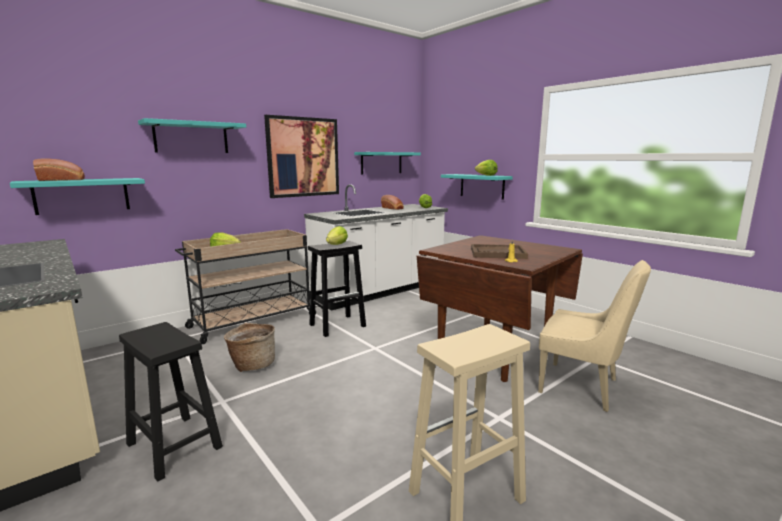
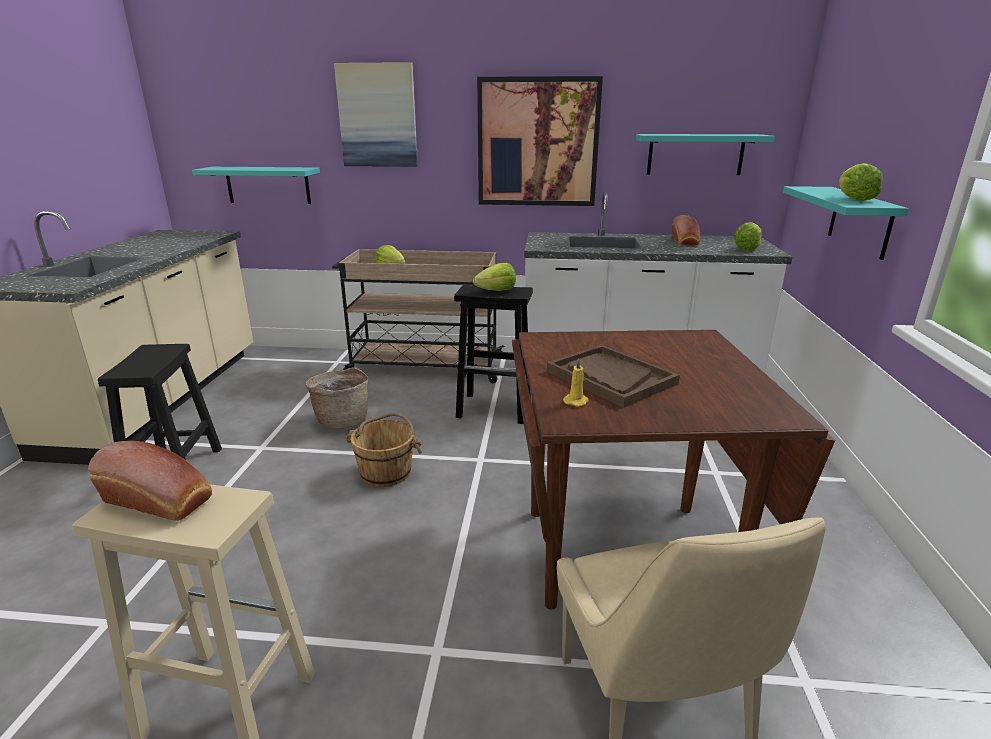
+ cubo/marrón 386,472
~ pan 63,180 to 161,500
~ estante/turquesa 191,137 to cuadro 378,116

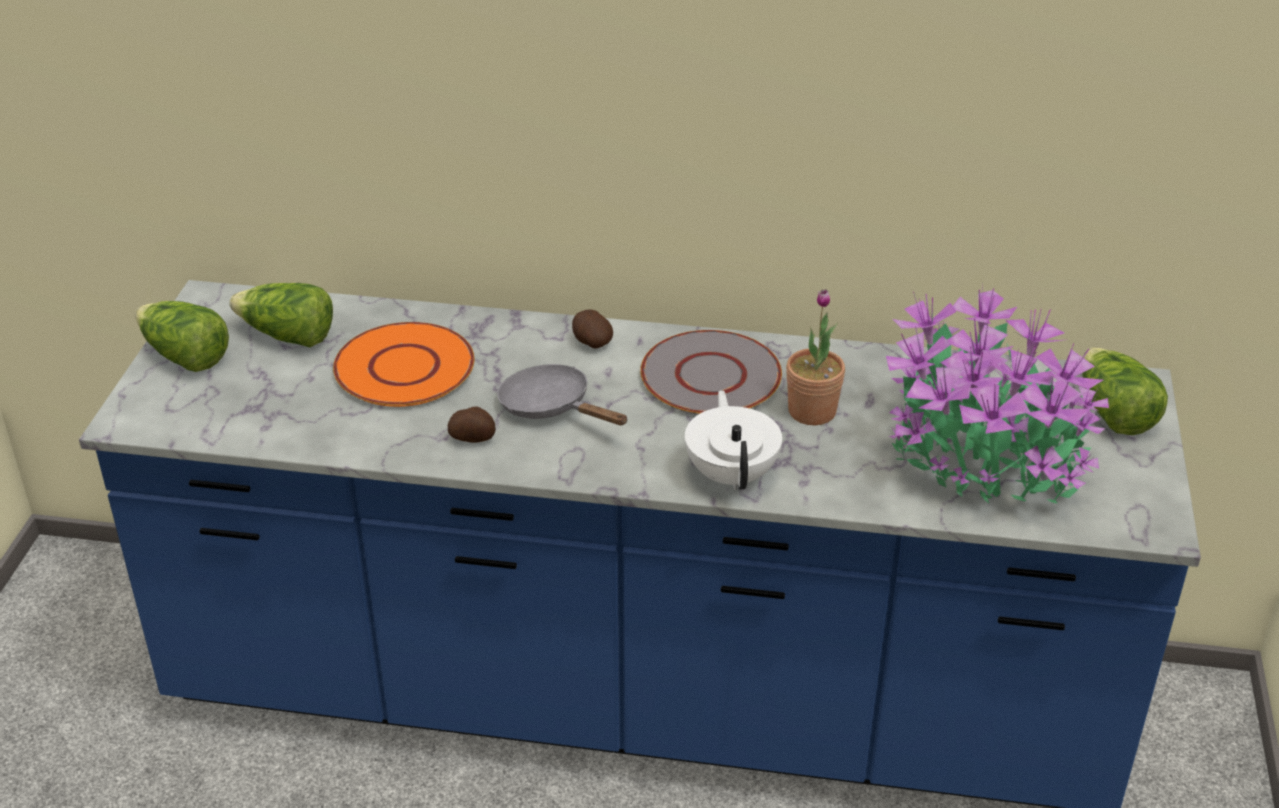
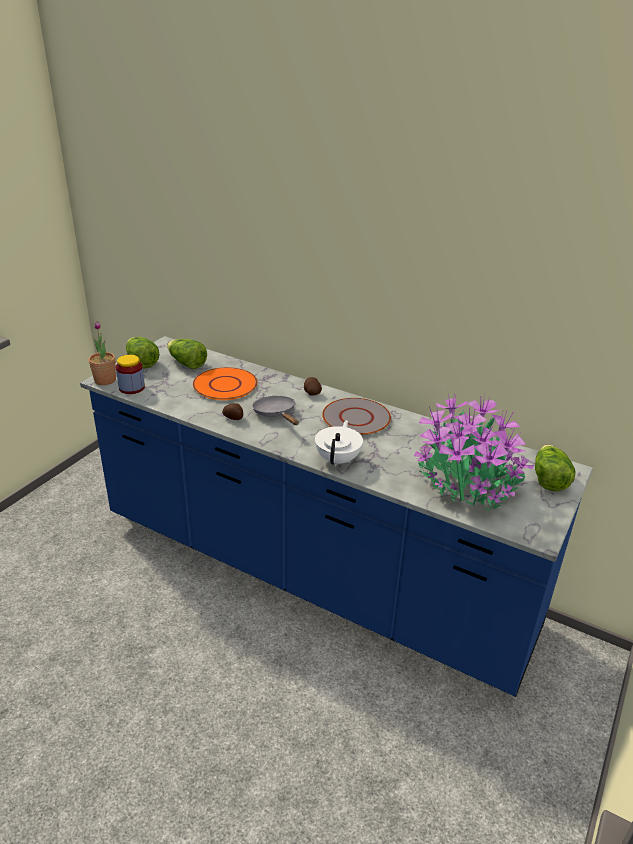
+ tarro 132,388
~ planta en maceta 812,411 to 105,380

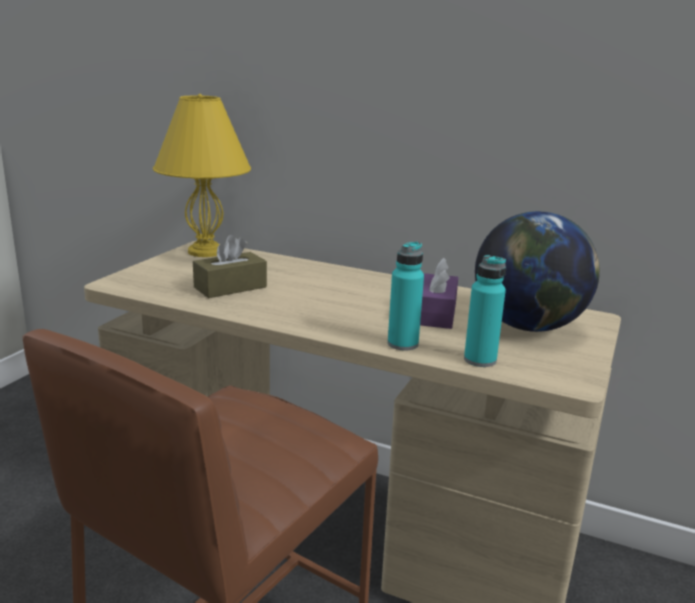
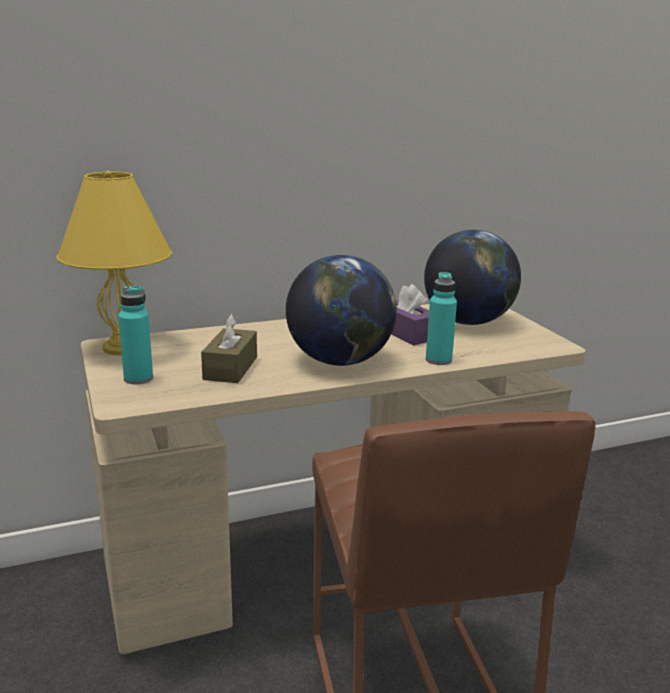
+ globo terráqueo 340,361
~ botella/turquesa 480,360 to 138,379

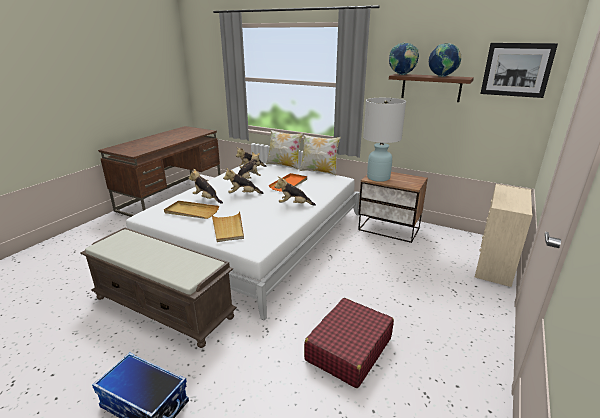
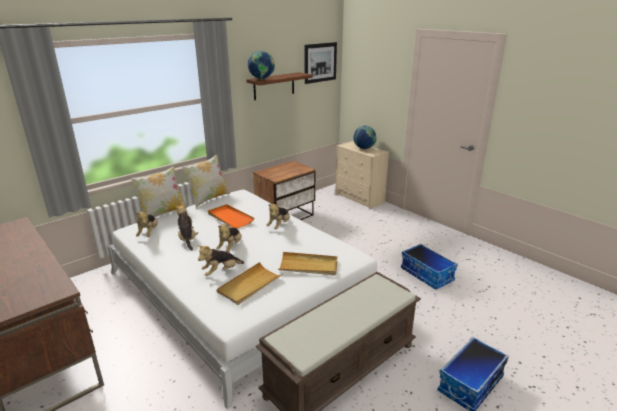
- lámpara de mesa/blanco 378,177
~ globo terráqueo 442,76 to 364,148
~ maleta/rojo 348,349 to caja de almacenaje 427,274

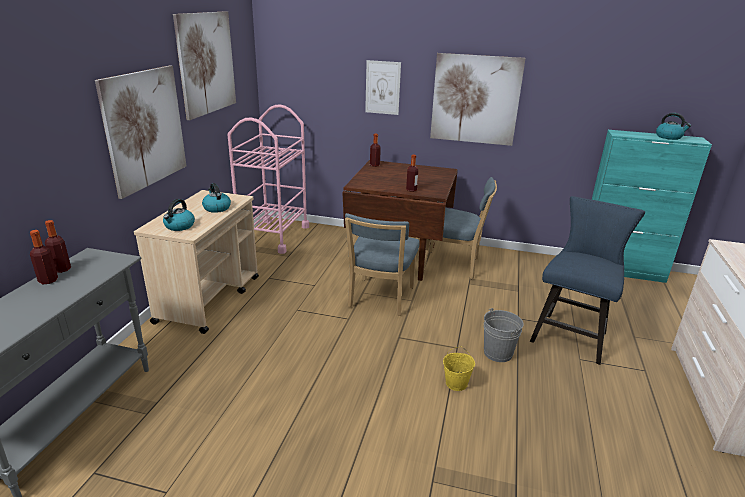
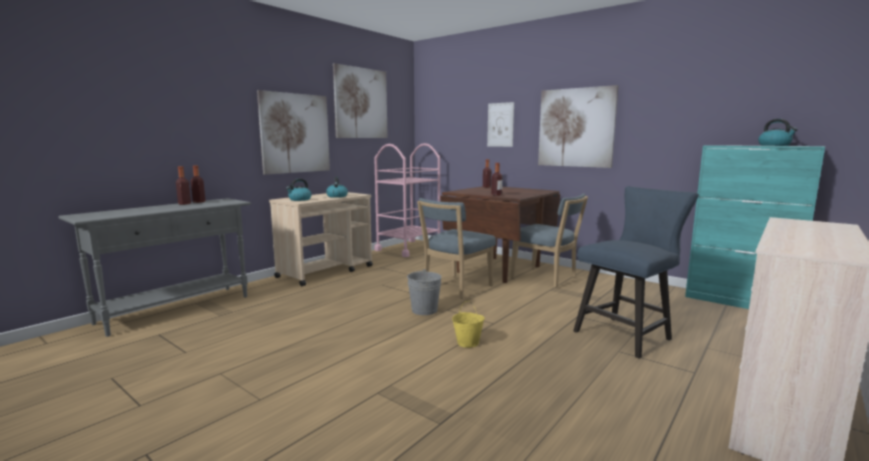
~ cubo/gris 498,353 to 424,310

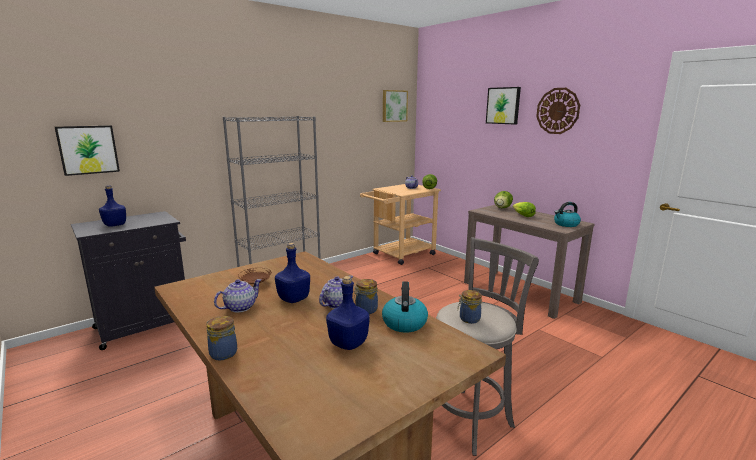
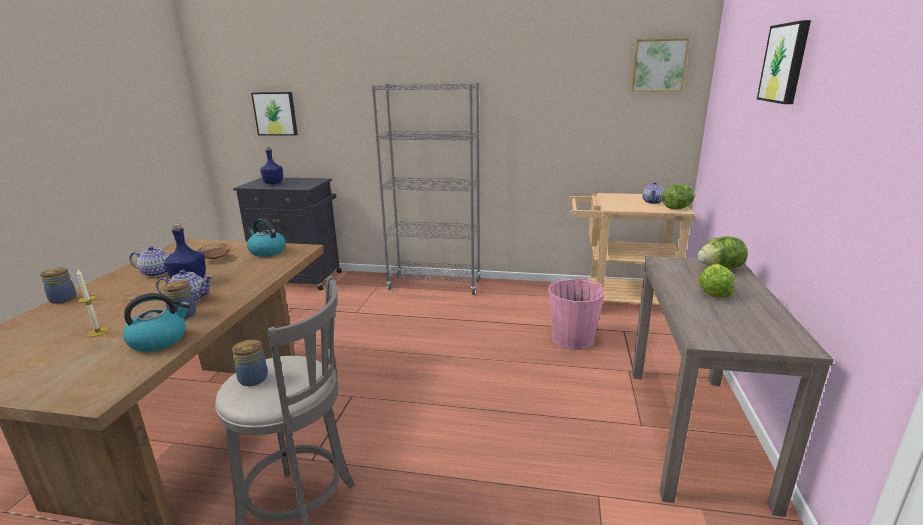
- reloj de pared 557,111
+ cubo/rosa 573,339
~ hervidor 566,224 to 267,251
~ botella/azul 347,343 to vela 98,332

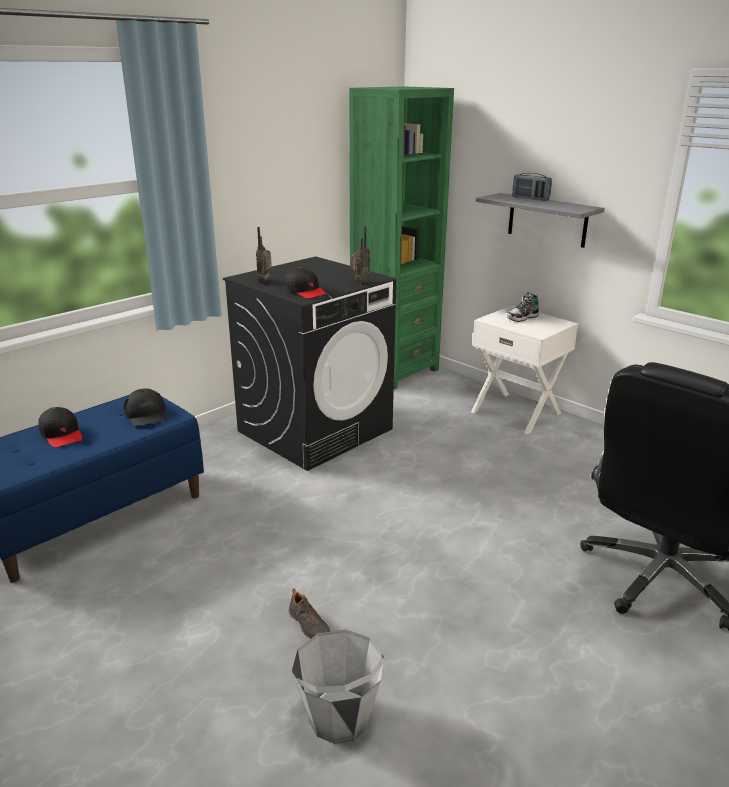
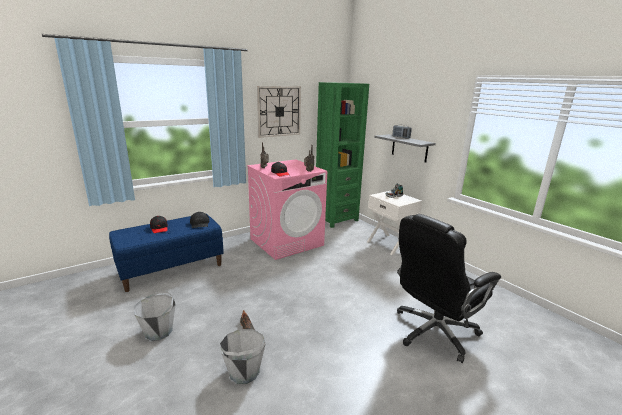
+ cubo/gris 159,331
+ reloj de pared 279,111
~ lavadora/negro 315,430 to lavadora/rosa 287,242

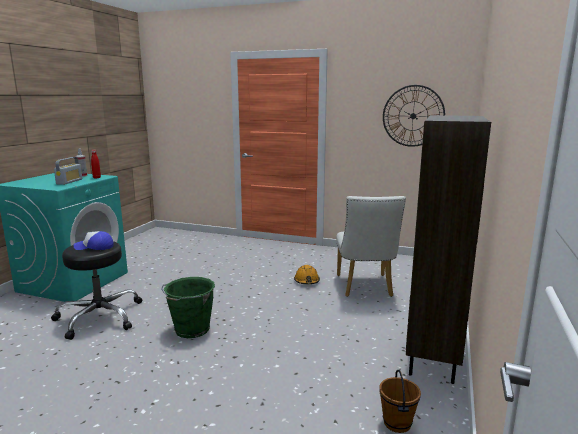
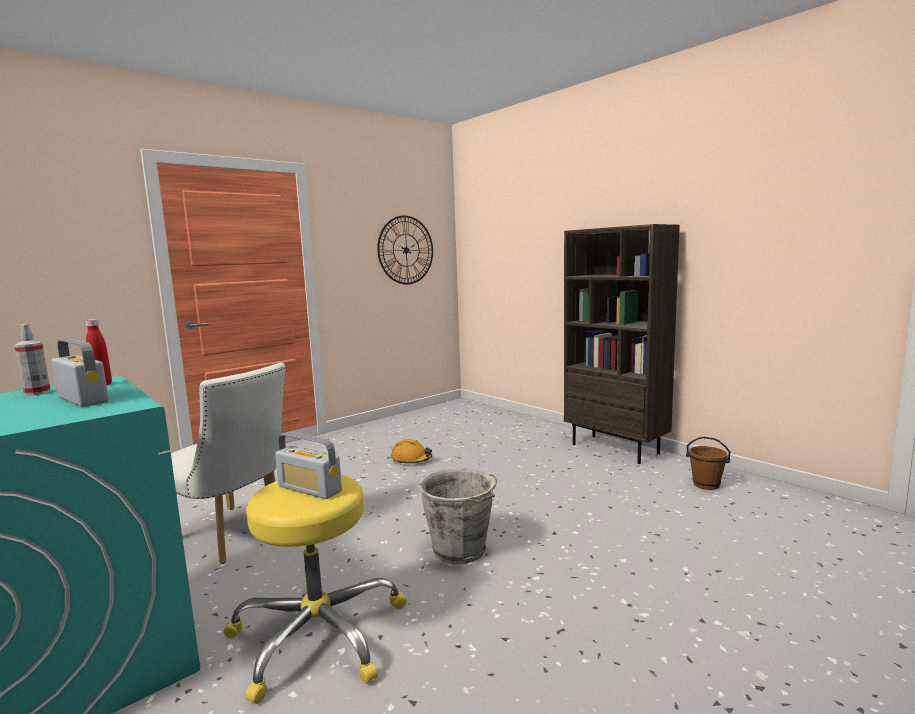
~ silla/blanco 365,287 to 231,537
~ gorra 94,247 to radio 309,489
~ taburete/negro 99,317 to taburete/amarillo 317,635
~ cubo/verde 191,330 to cubo/gris 460,551

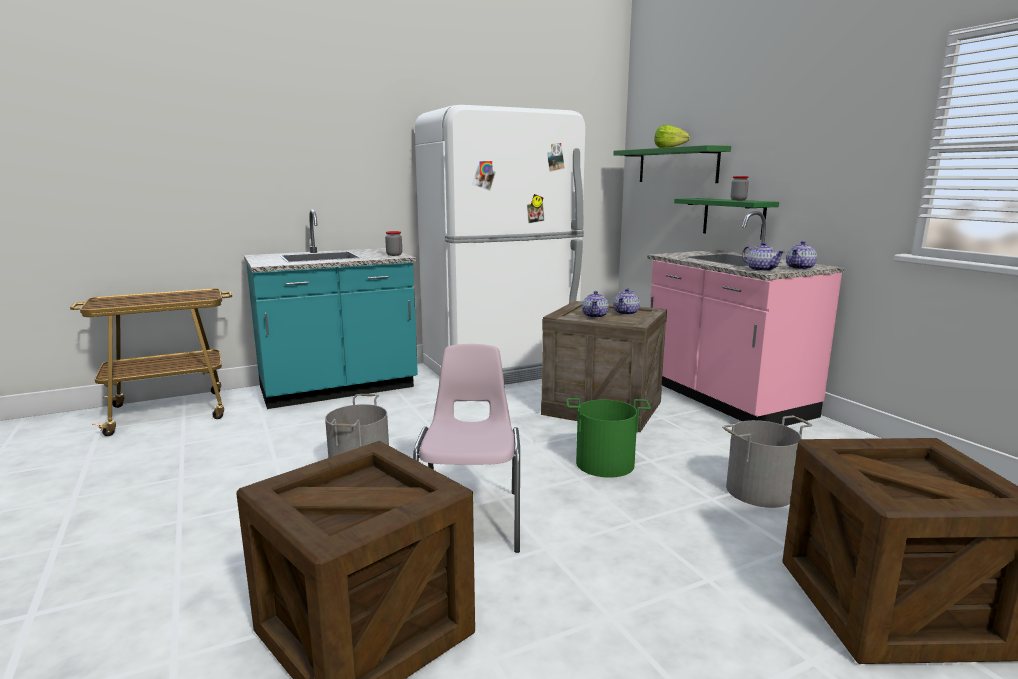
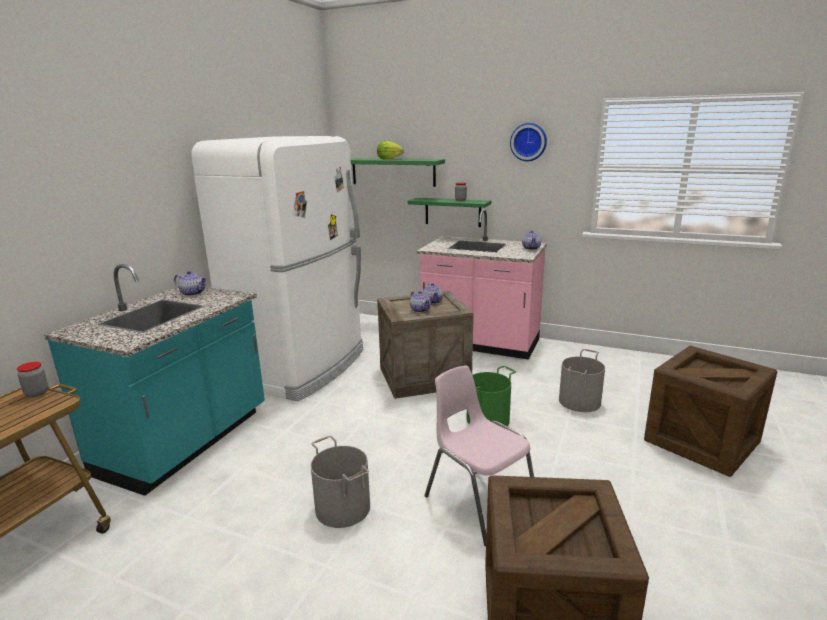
+ reloj de pared 528,142
~ tarro 394,255 to 37,393
~ tetera 761,270 to 192,293

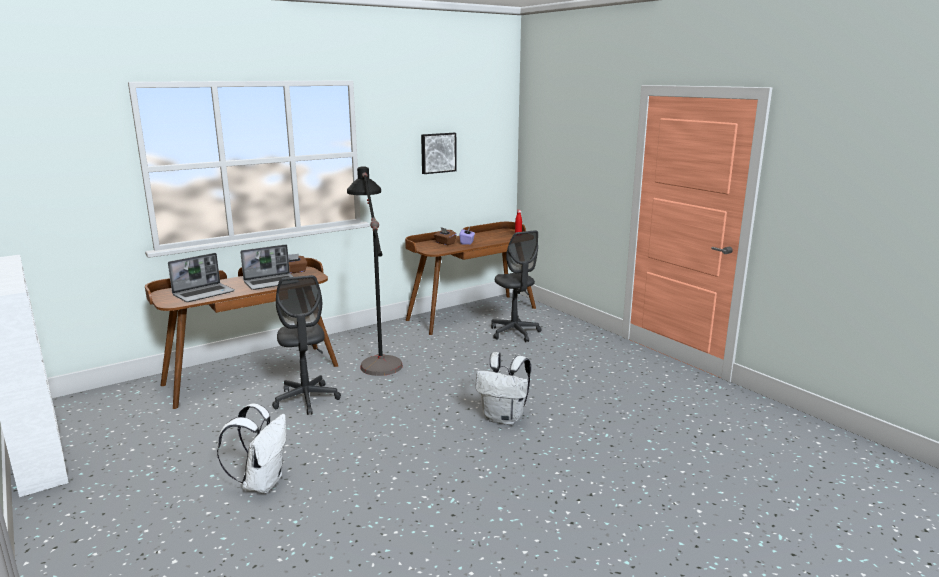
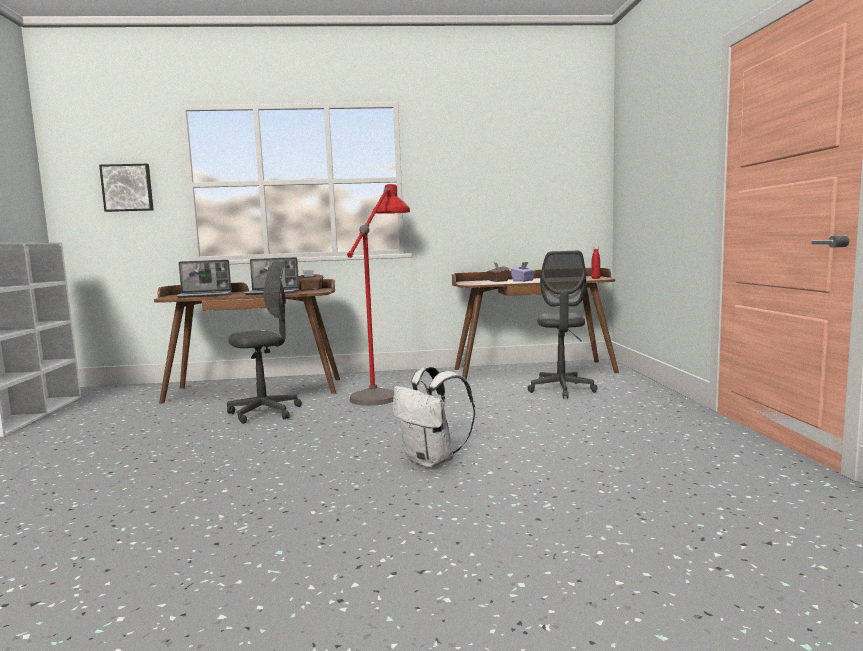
- mochila/blanco 262,483
~ cuadro 438,153 to 127,188
~ lámpara de pie/negro 377,354 to lámpara de pie/rojo 385,390
~ silla de oficina/gris 306,399 = 265,413 135 degrees counterclockwise

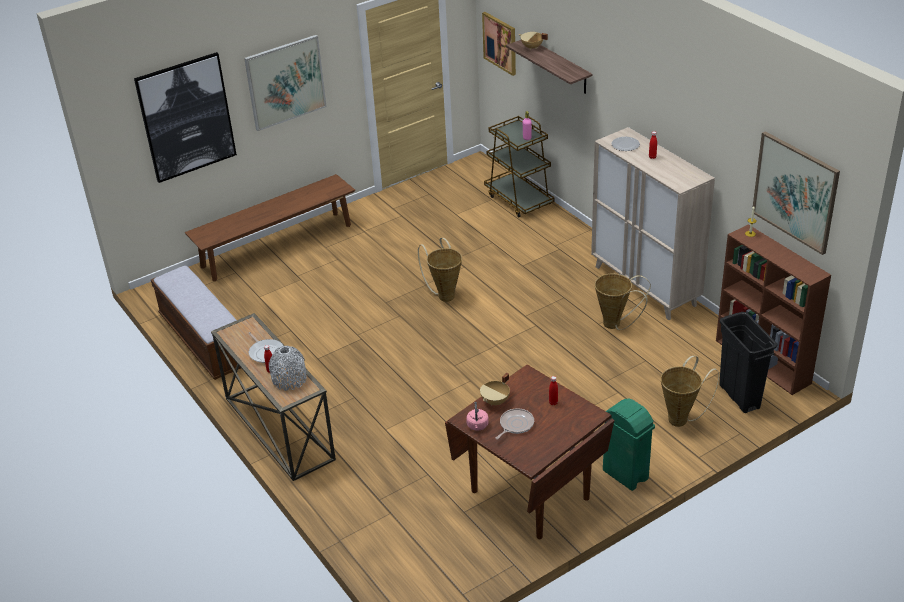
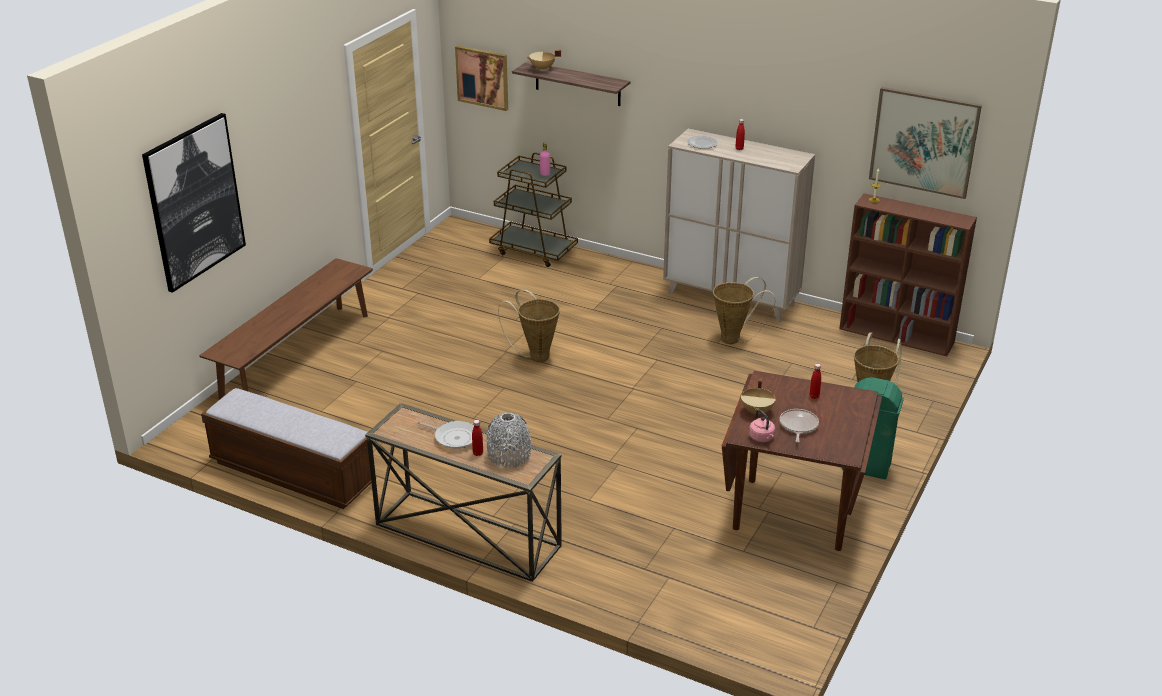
- cuadro 285,82
- papelera/negro 739,396

